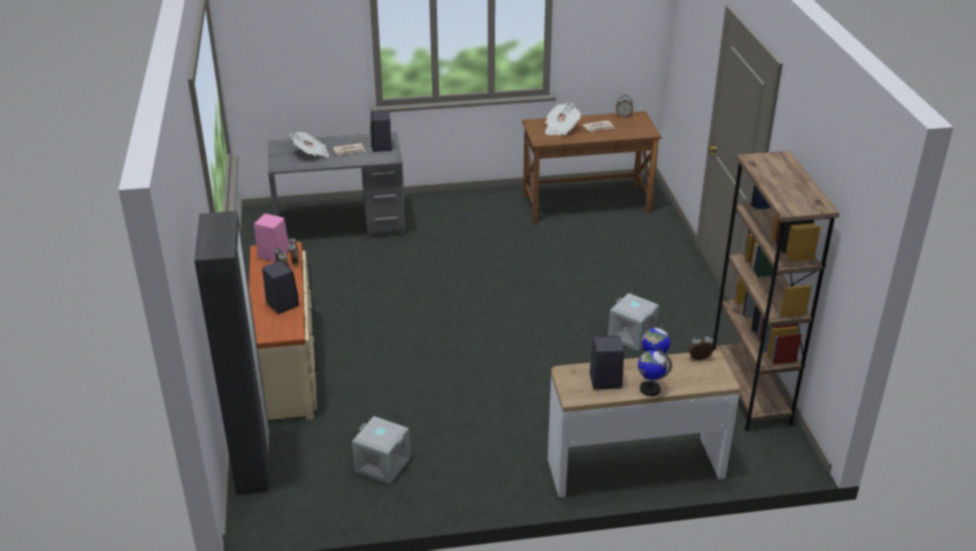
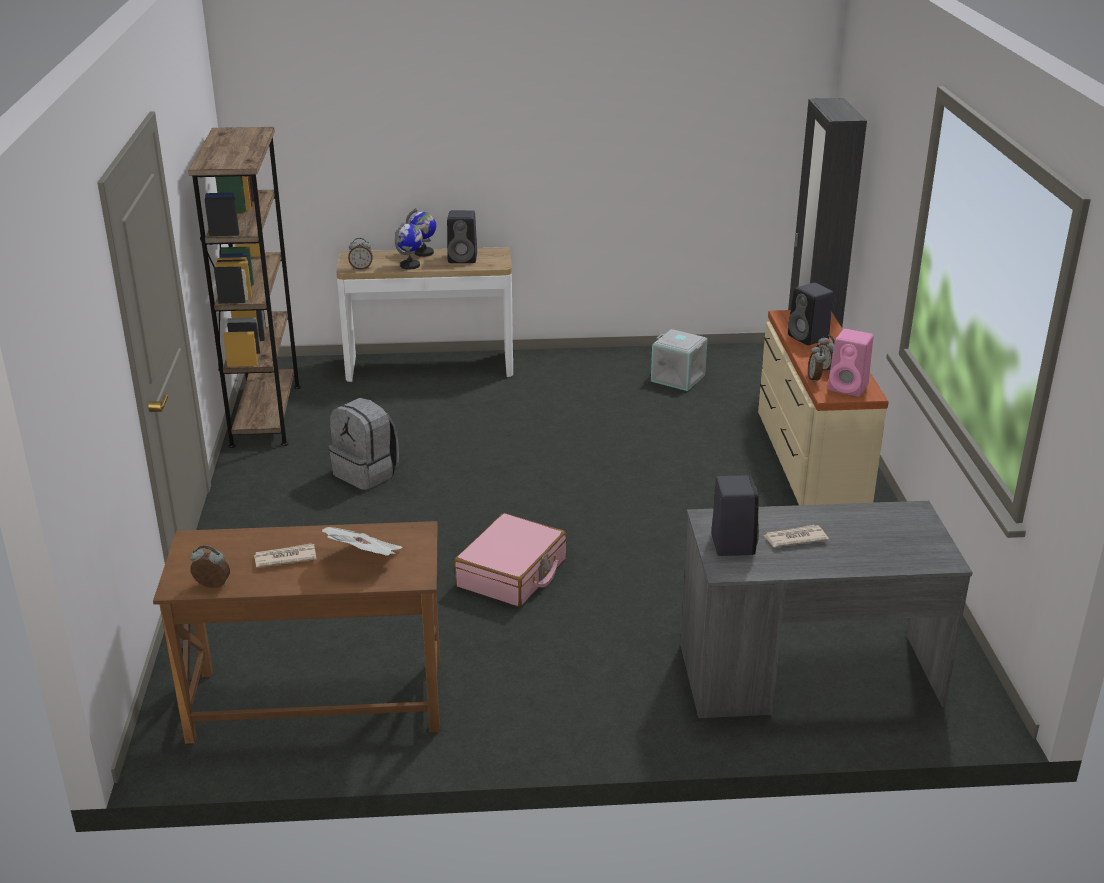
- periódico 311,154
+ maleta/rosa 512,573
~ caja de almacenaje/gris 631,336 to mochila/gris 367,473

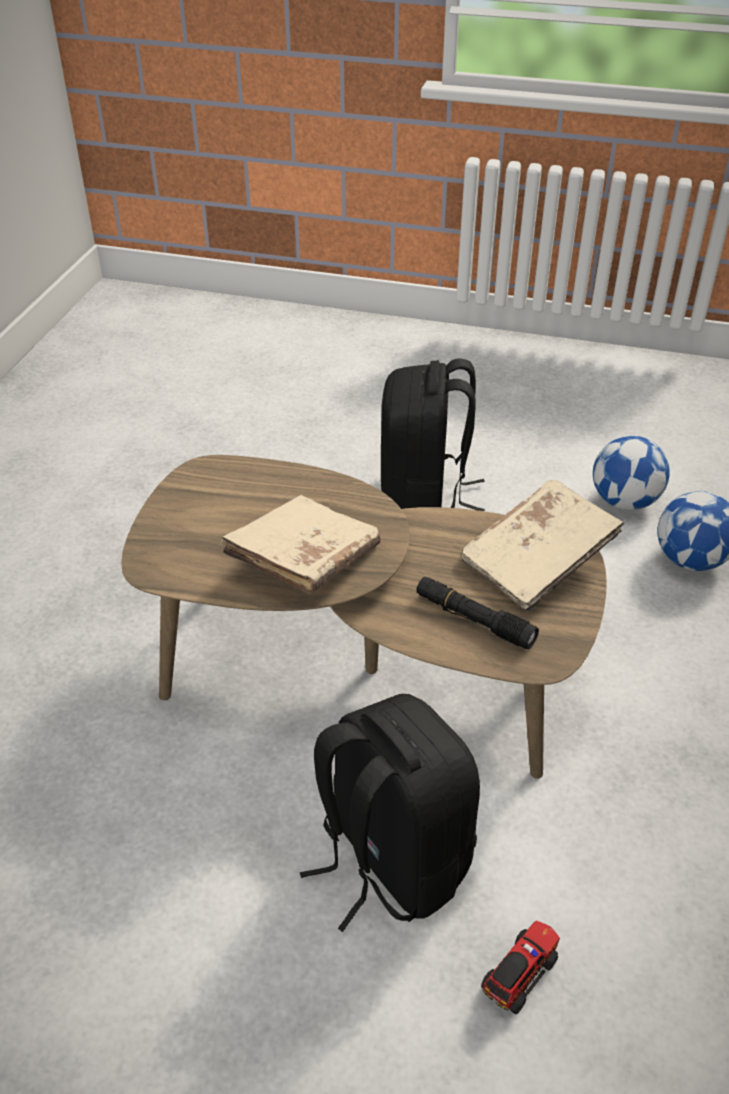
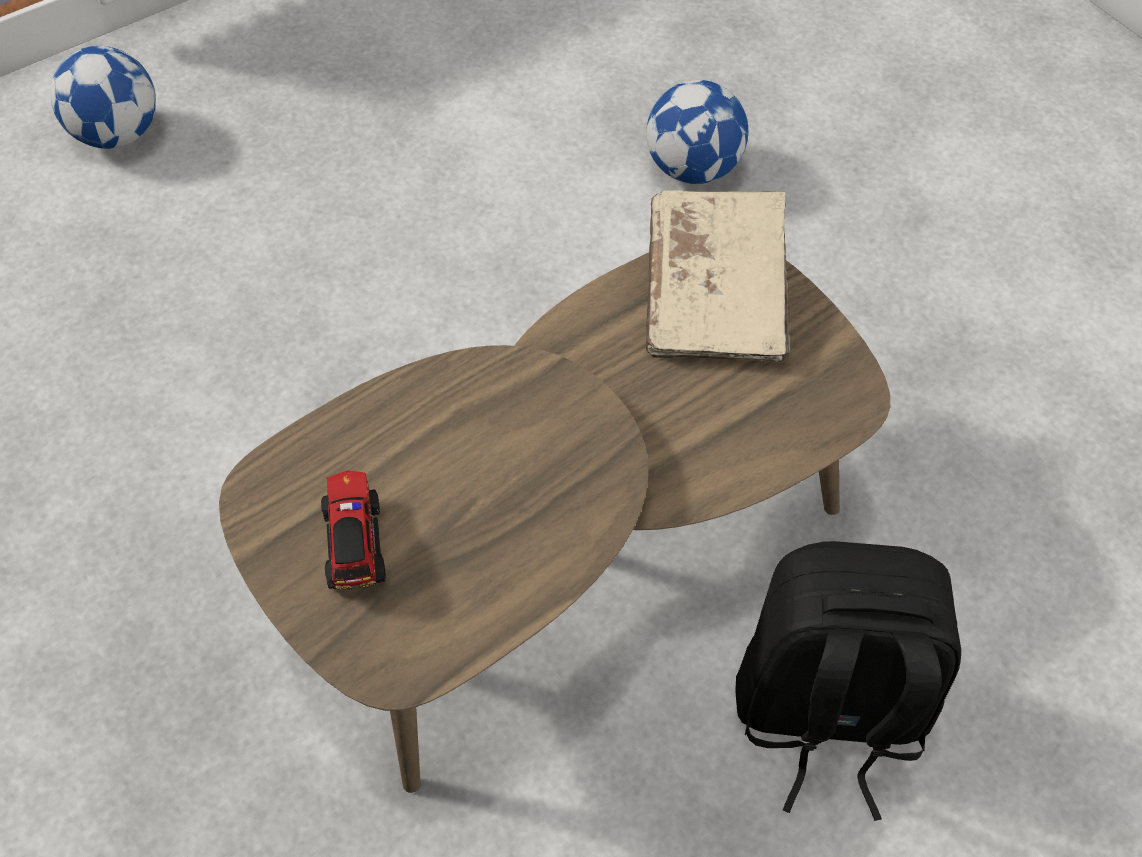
- libro/beis 304,561
- mochila/negro 424,497
- linterna/negro 474,620
~ camión de juguete 520,973 to 354,542
~ balón de fútbol 624,502 to 118,134

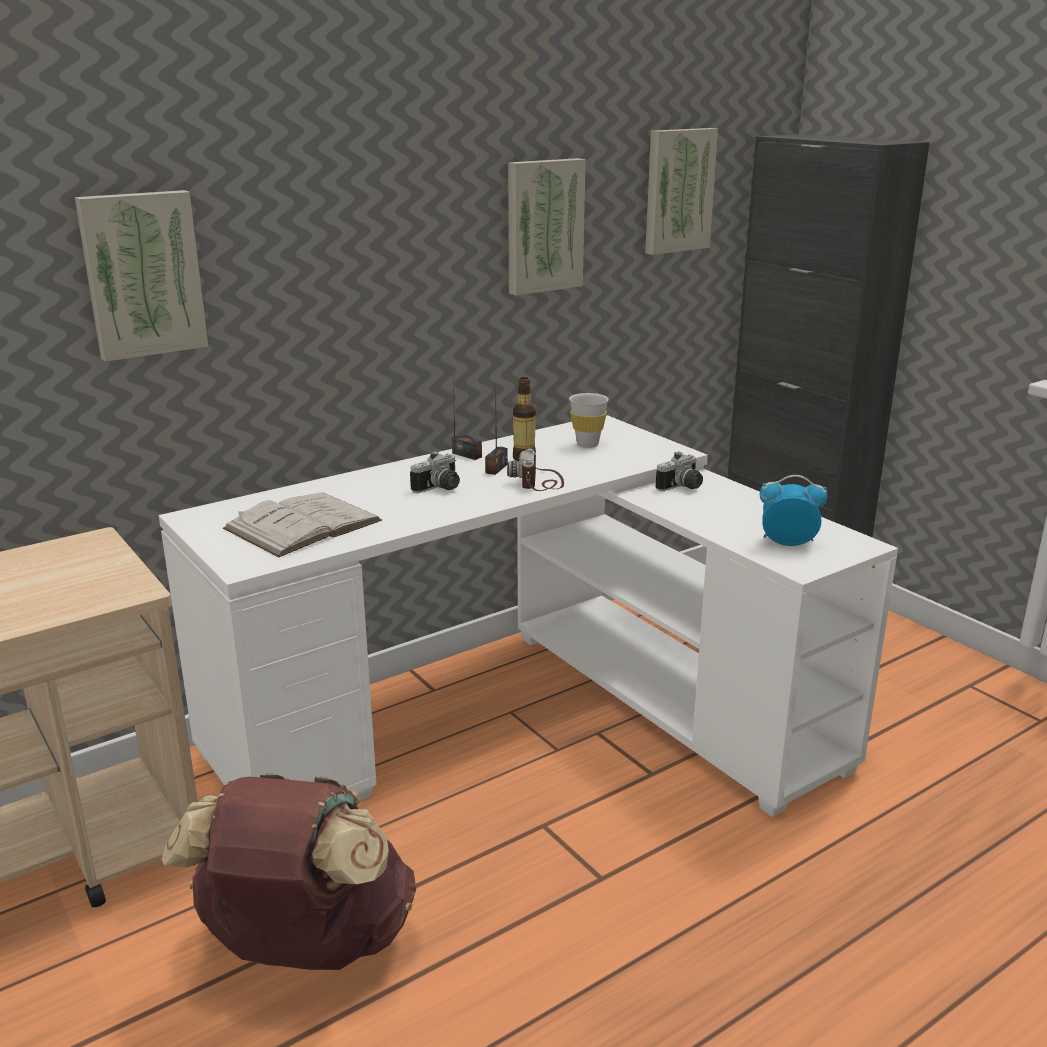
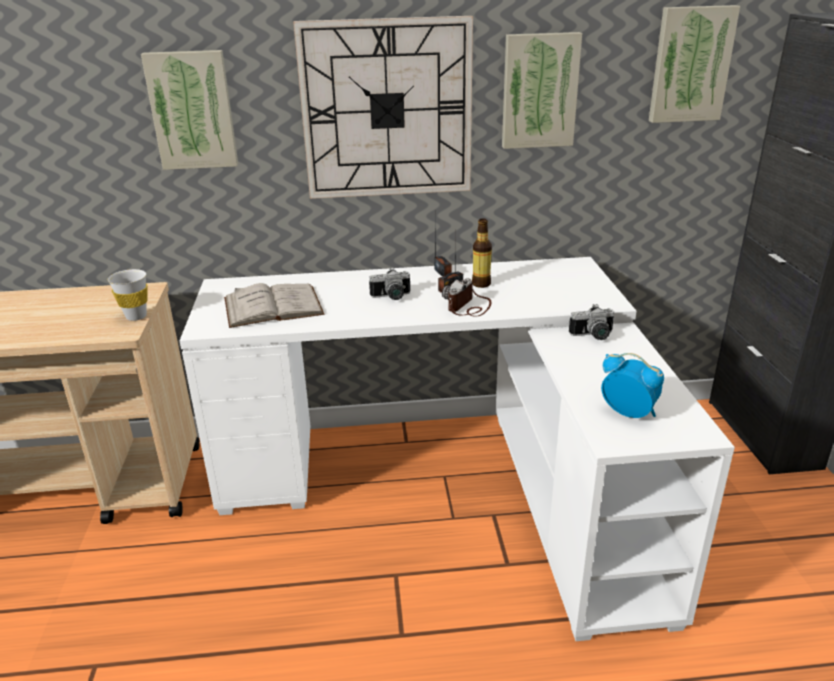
- mochila/marrón 305,947
+ reloj de pared 387,110
~ taza/blanco 587,444 to 136,316

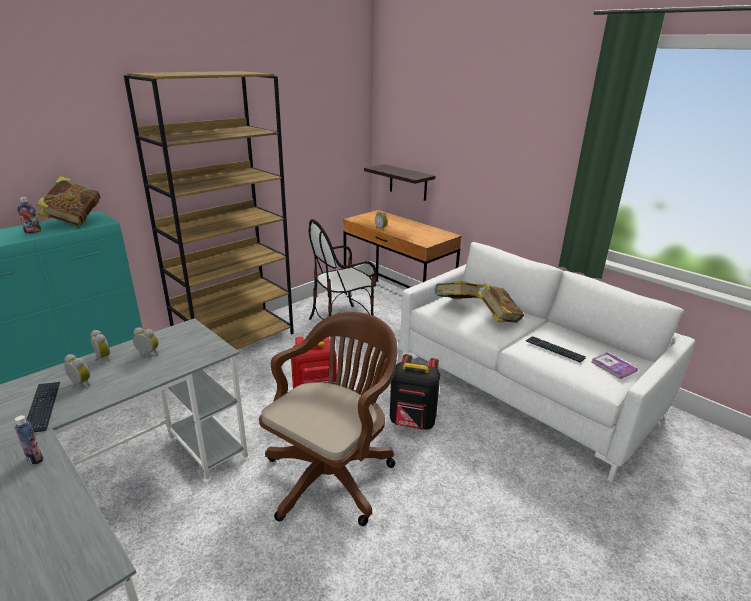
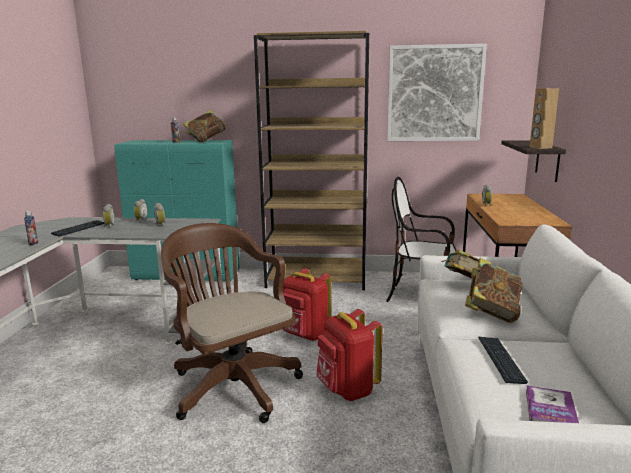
+ cuadro 434,94
+ altavoz/marrón 540,147
~ mochila/negro 413,422 to mochila/rojo 347,390
~ silla de oficina/marrón 333,473 = 232,384 120 degrees counterclockwise

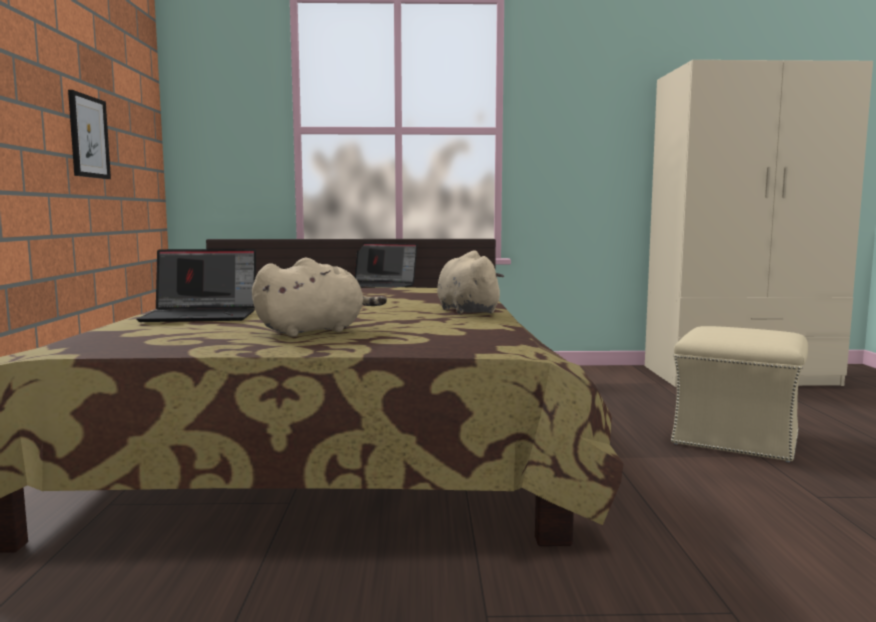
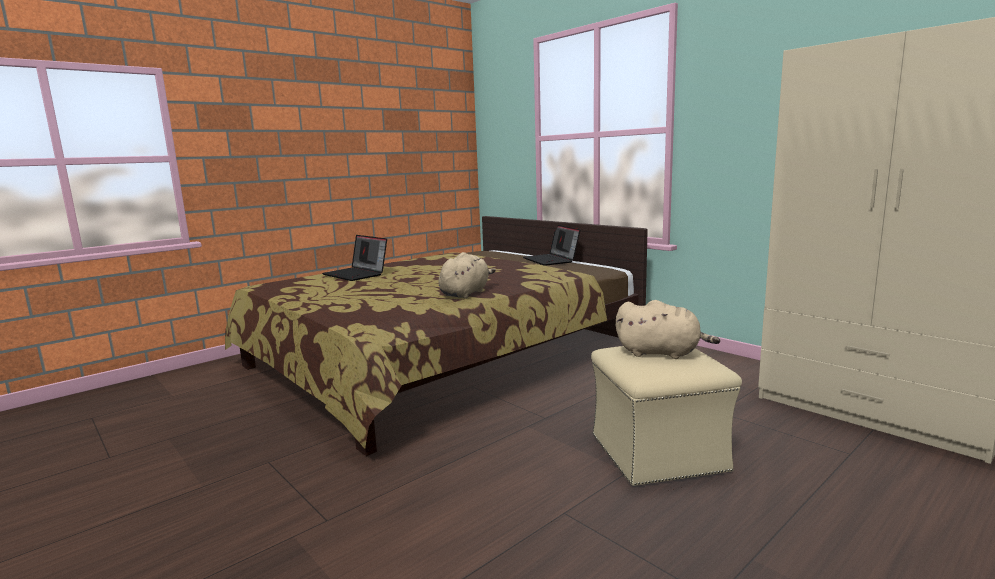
- cuadro 88,137
~ peluche/beis 315,331 to 661,353

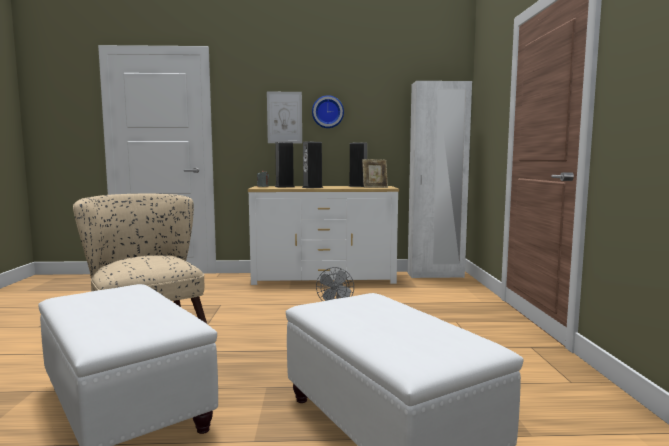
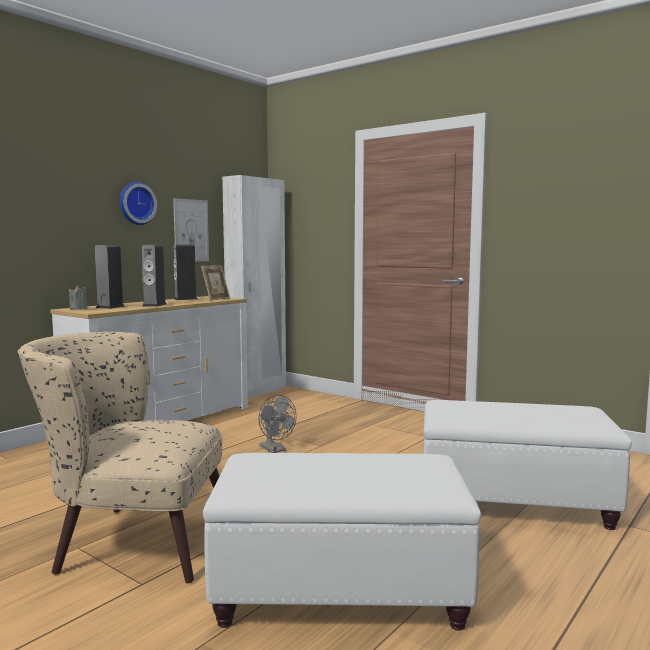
~ cuadro 284,117 to 191,230

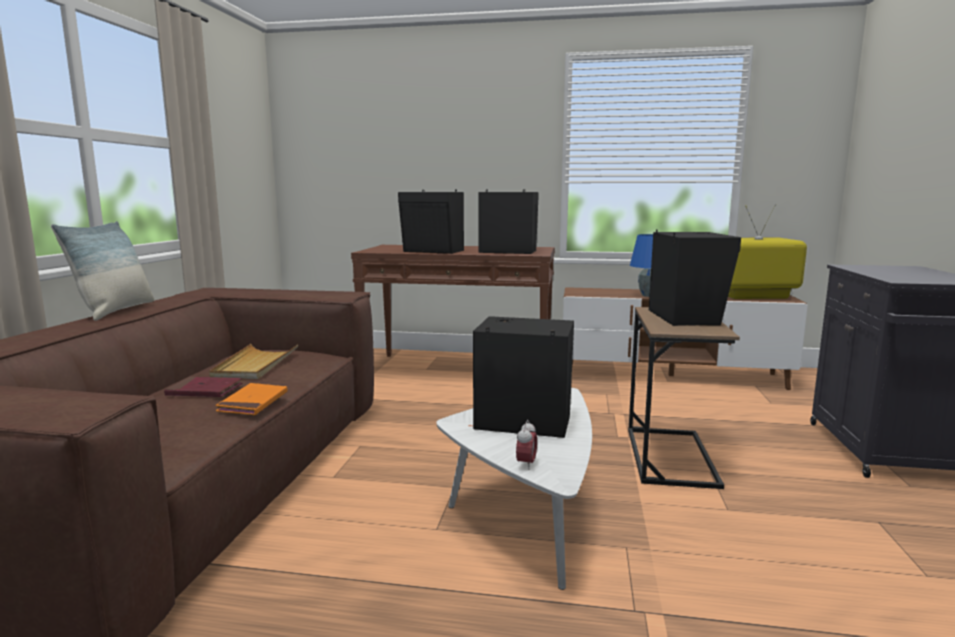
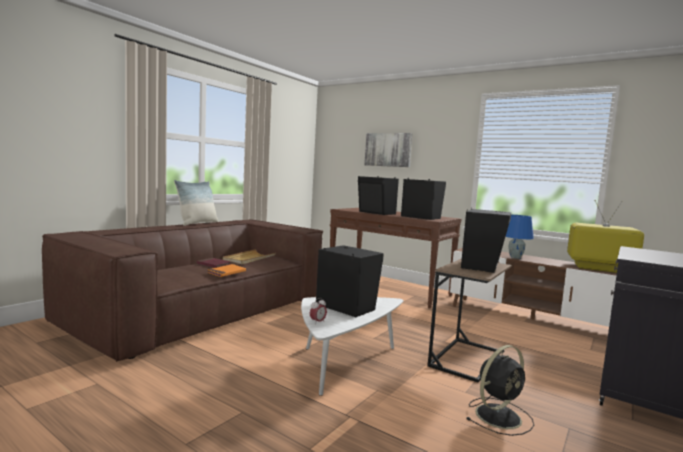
+ cuadro 388,150
+ ventilador/negro 499,415

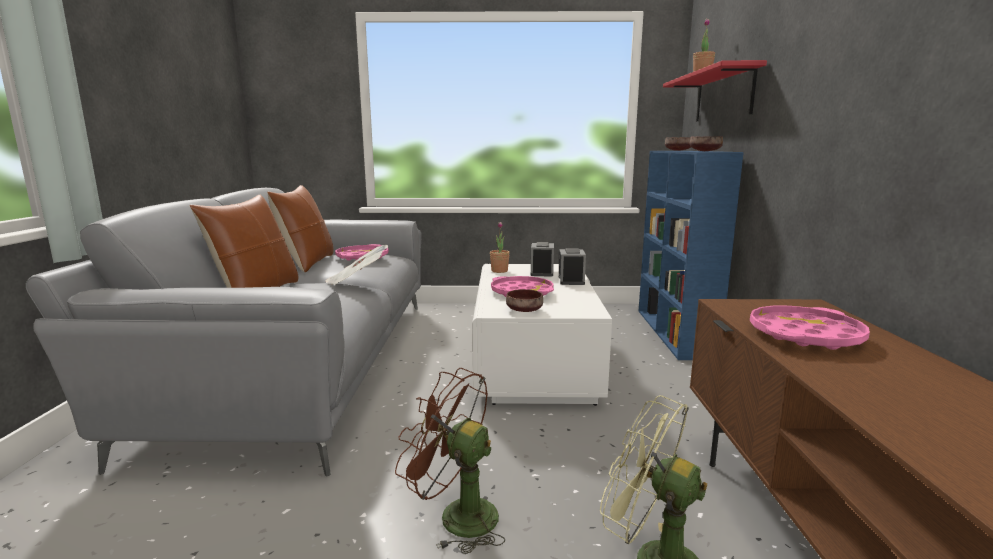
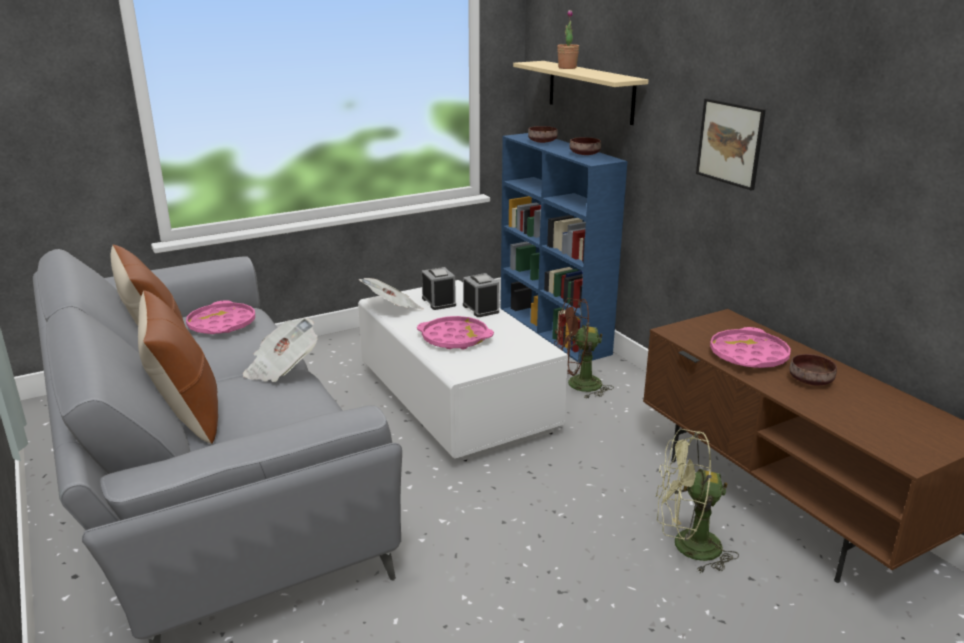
+ cuadro 730,143
~ ventilador/marrón 456,516 to 577,385
~ cuenco/marrón 525,310 to 811,380
~ planta en maceta 499,271 to periódico 392,309
~ estante/rojo 723,96 to estante/beis 590,91

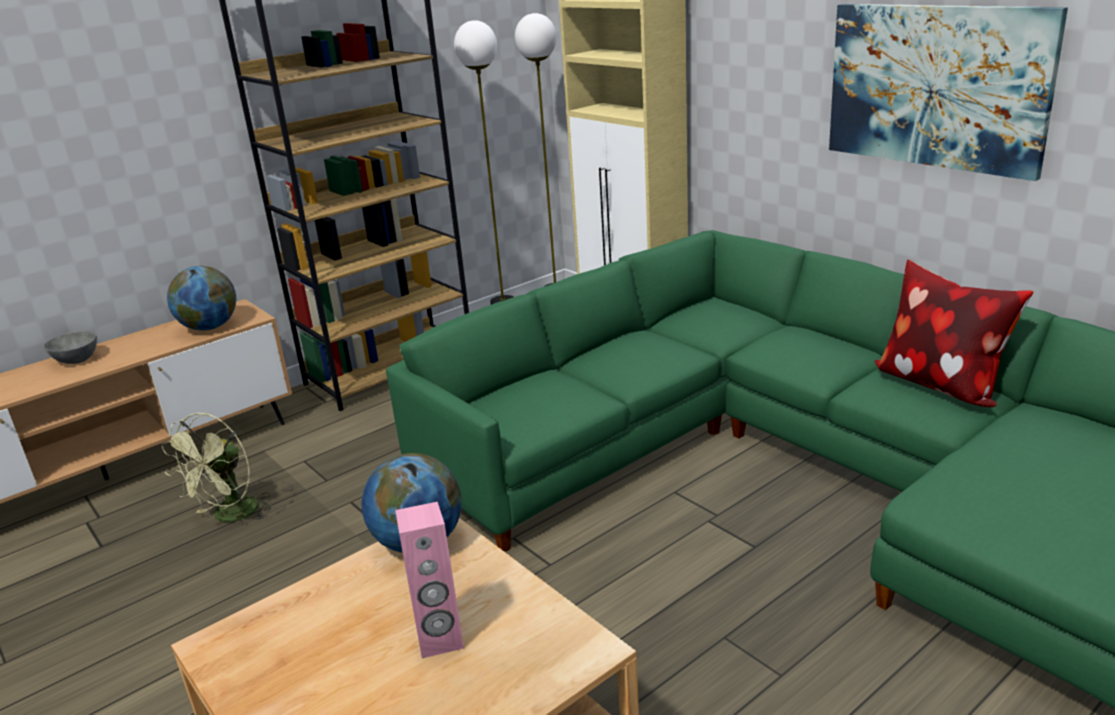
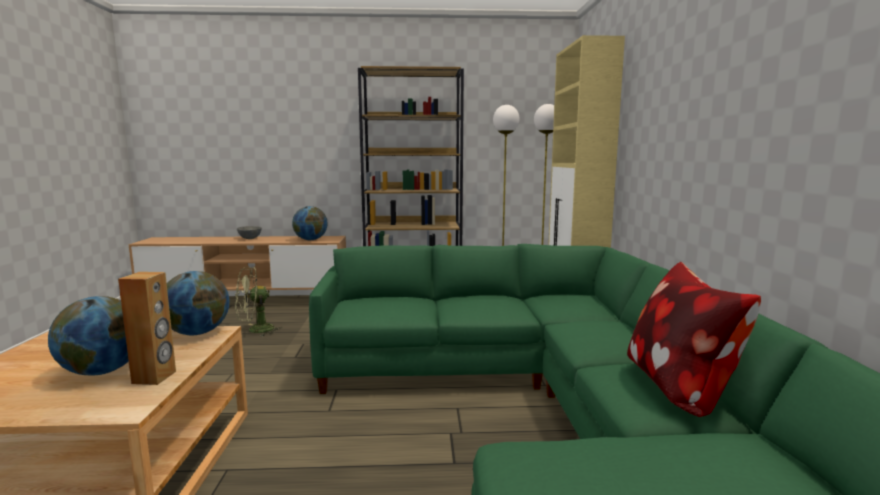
- cuadro 936,86
+ altavoz/marrón 155,377
~ altavoz/rosa 440,640 to globo terráqueo 102,371

